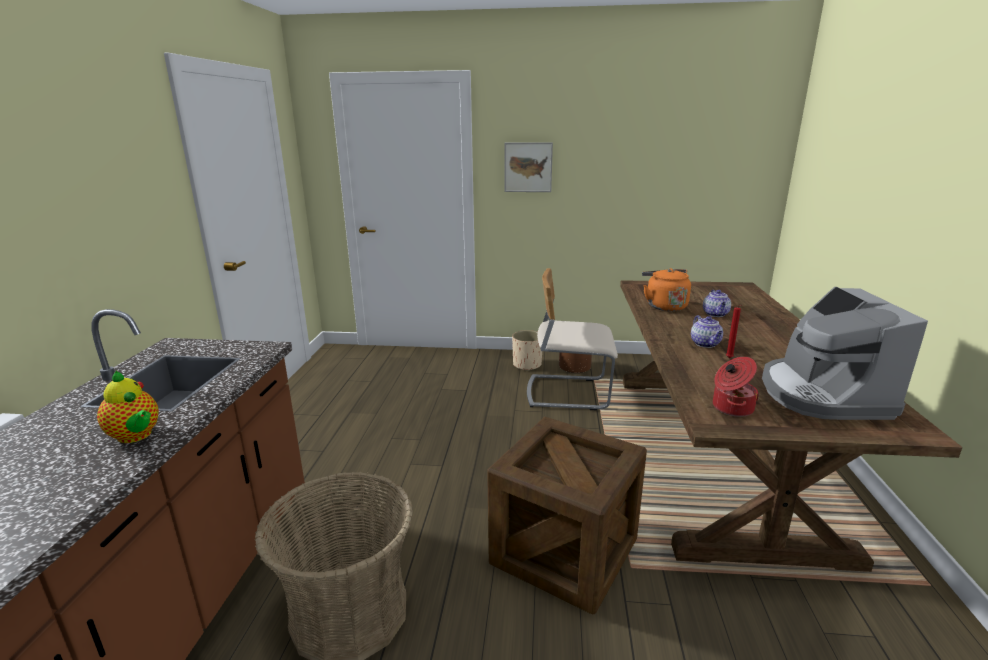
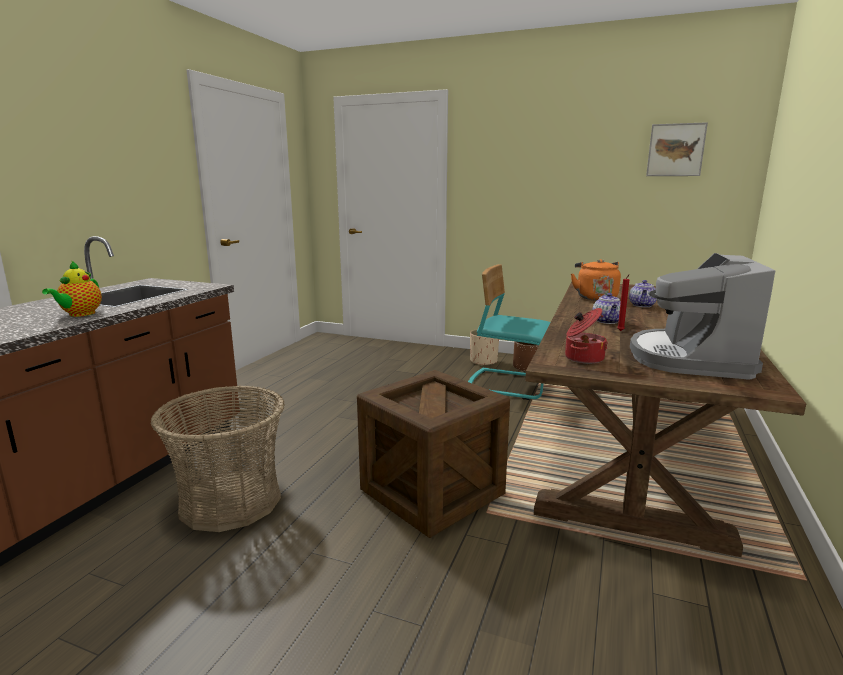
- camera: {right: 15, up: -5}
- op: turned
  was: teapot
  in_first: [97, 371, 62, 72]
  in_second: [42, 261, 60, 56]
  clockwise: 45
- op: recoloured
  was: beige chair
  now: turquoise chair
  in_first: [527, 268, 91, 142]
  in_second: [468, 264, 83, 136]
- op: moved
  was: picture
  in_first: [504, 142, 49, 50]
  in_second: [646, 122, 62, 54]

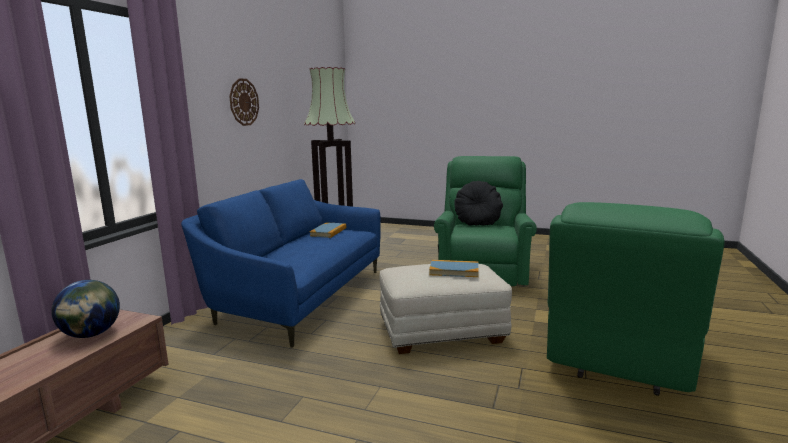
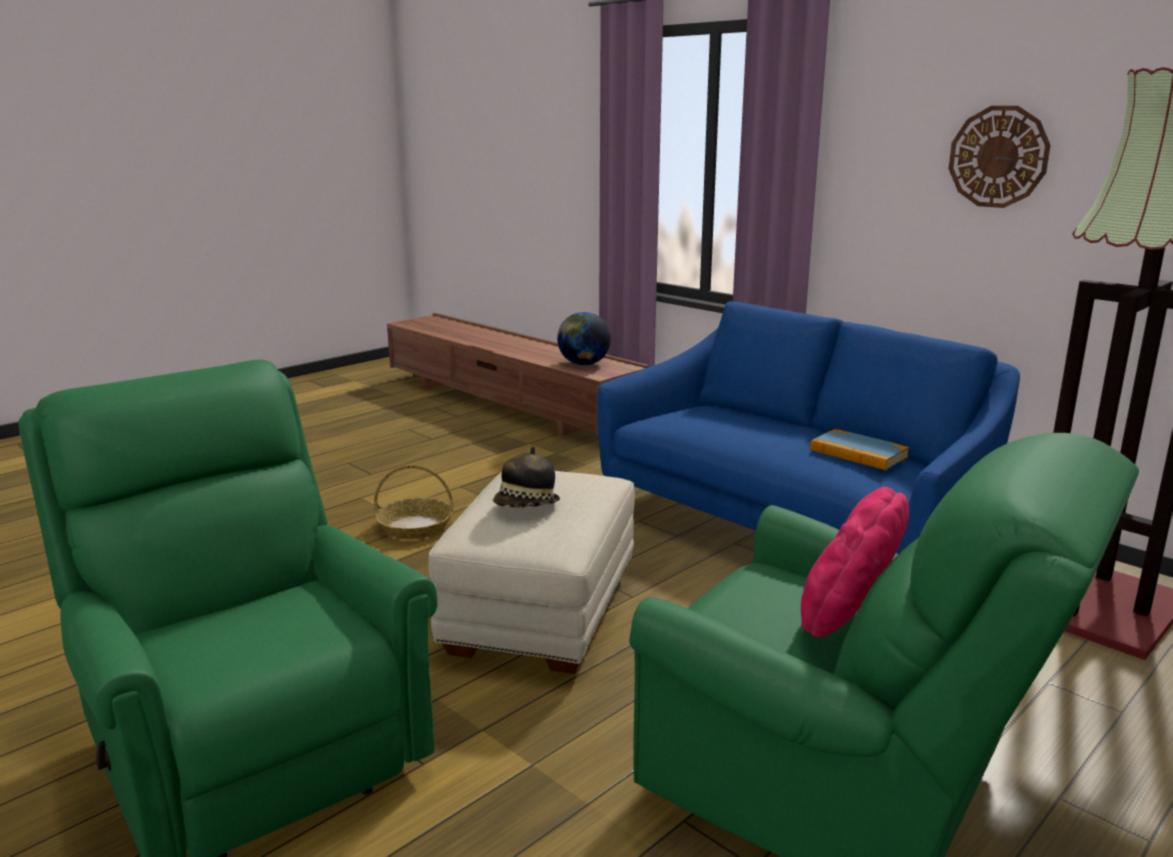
- camera: {right: 115, up: 5}
- op: added
  now: basket
  in_second: [374, 465, 79, 74]
- op: replaced
  was: book
  now: hat
  in_first: [429, 260, 50, 17]
  in_second: [493, 446, 67, 62]
- op: recoloured
  was: black pillow
  now: pink pillow
  in_first: [454, 181, 49, 44]
  in_second: [801, 487, 108, 150]

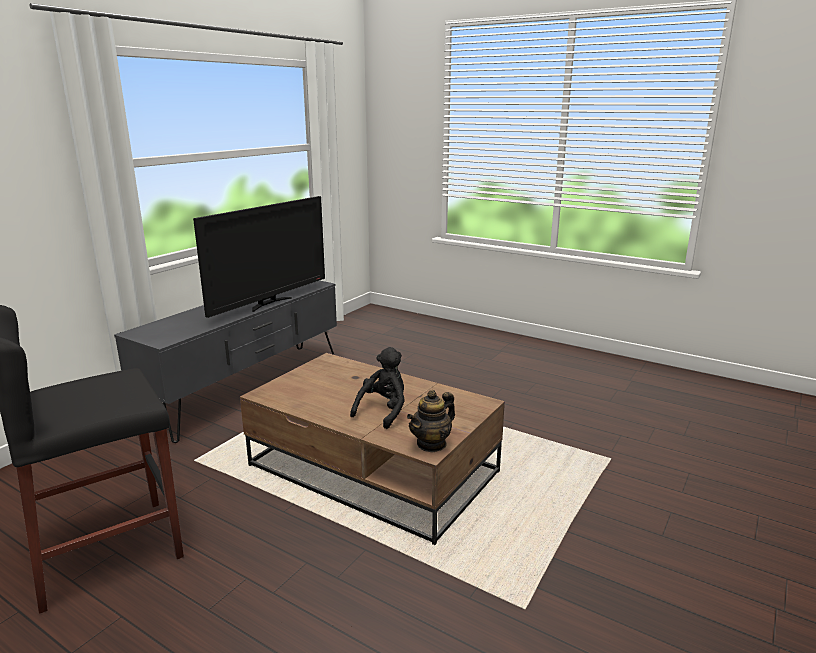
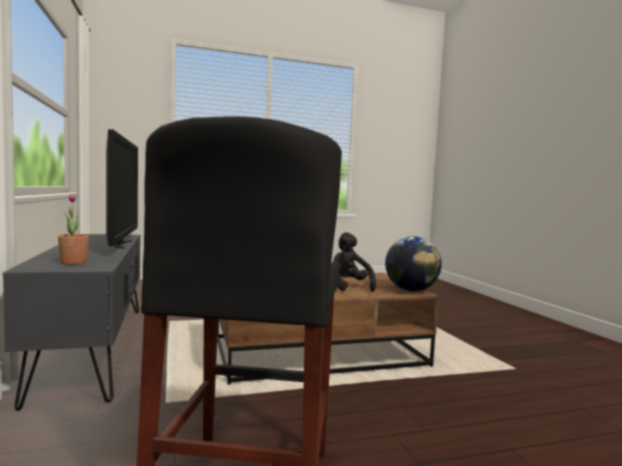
- camera: {right: -50, up: -15}
- op: added
  now: potted plant
  in_second: [58, 194, 31, 71]
- op: replaced
  was: teapot
  now: globe
  in_first: [407, 390, 48, 62]
  in_second: [385, 236, 57, 55]

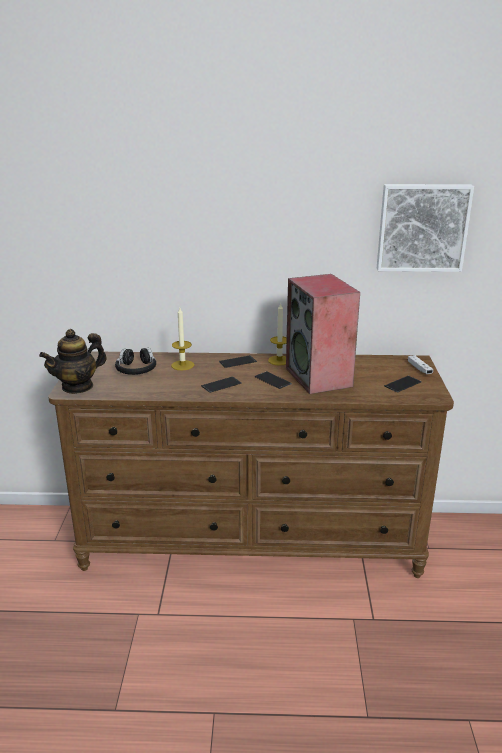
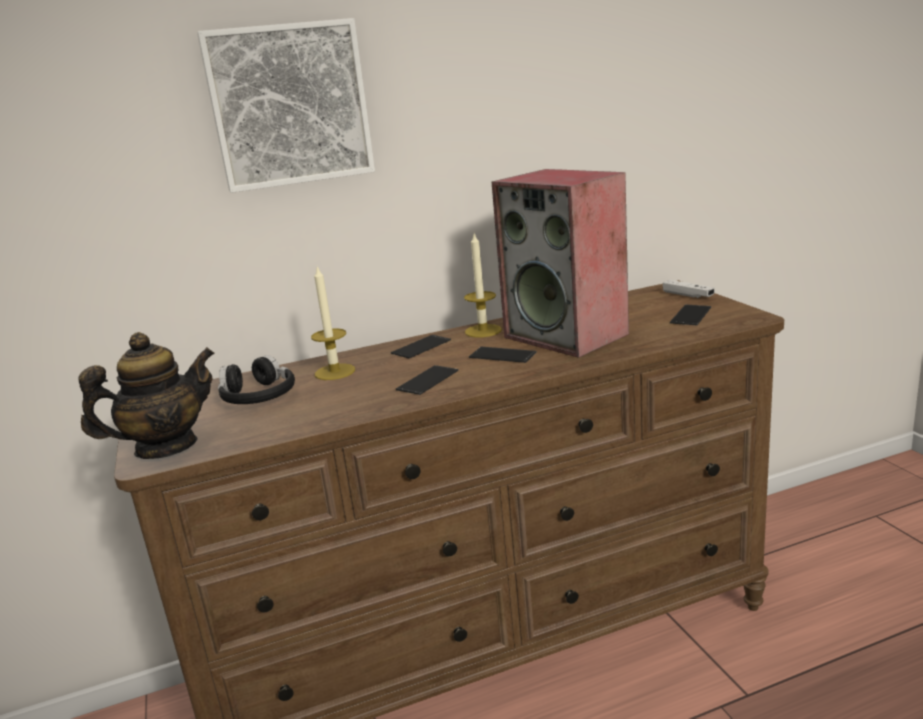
- camera: {right: -20, up: -5}
- op: turned
  was: teapot
  in_first: [39, 329, 68, 65]
  in_second: [78, 332, 137, 127]
  clockwise: -150
- op: moved
  was: picture
  in_first: [377, 184, 97, 88]
  in_second: [197, 18, 178, 175]

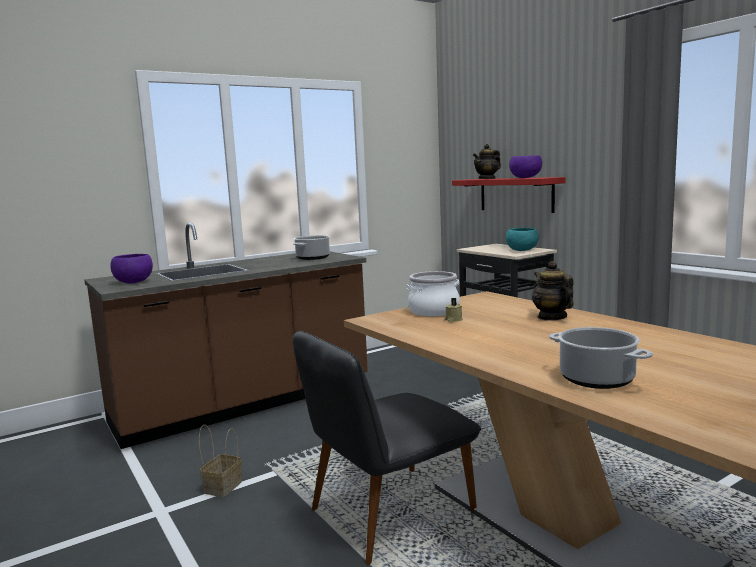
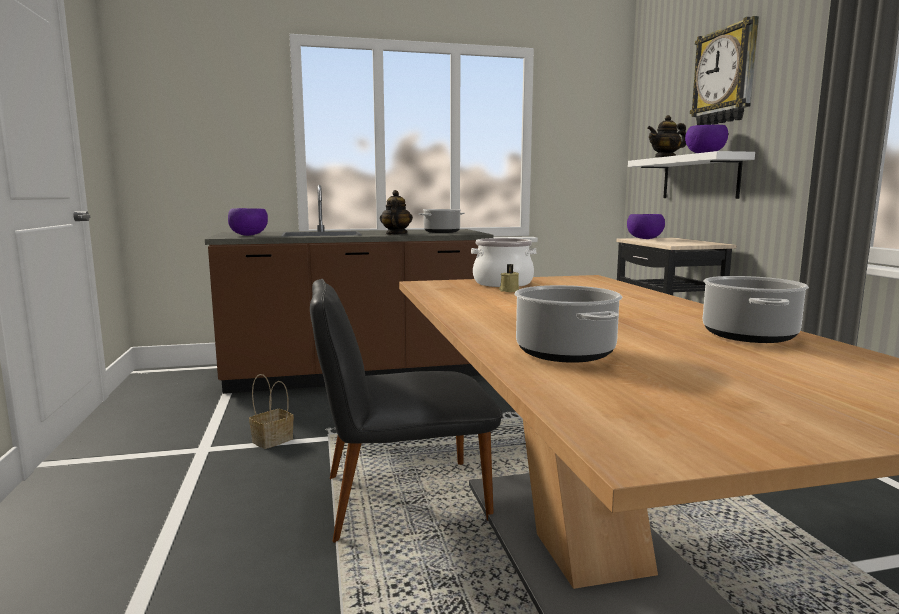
- camera: {right: 20, up: 0}
- op: moved
  was: teapot
  in_first: [532, 261, 41, 59]
  in_second: [380, 190, 33, 45]
- op: added
  now: purple bowl
  in_second: [627, 214, 38, 25]
- op: recoloured
  was: red shelf
  now: white shelf
  in_first: [452, 177, 114, 36]
  in_second: [628, 151, 127, 48]
- op: added
  now: wall clock
  in_second: [690, 16, 69, 109]
- op: added
  now: cooking pot
  in_second: [703, 276, 106, 67]
- op: removed
  was: turquoise bowl
  in_first: [506, 228, 33, 23]

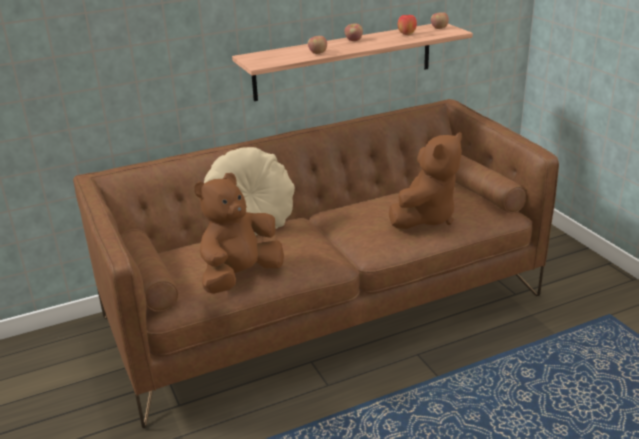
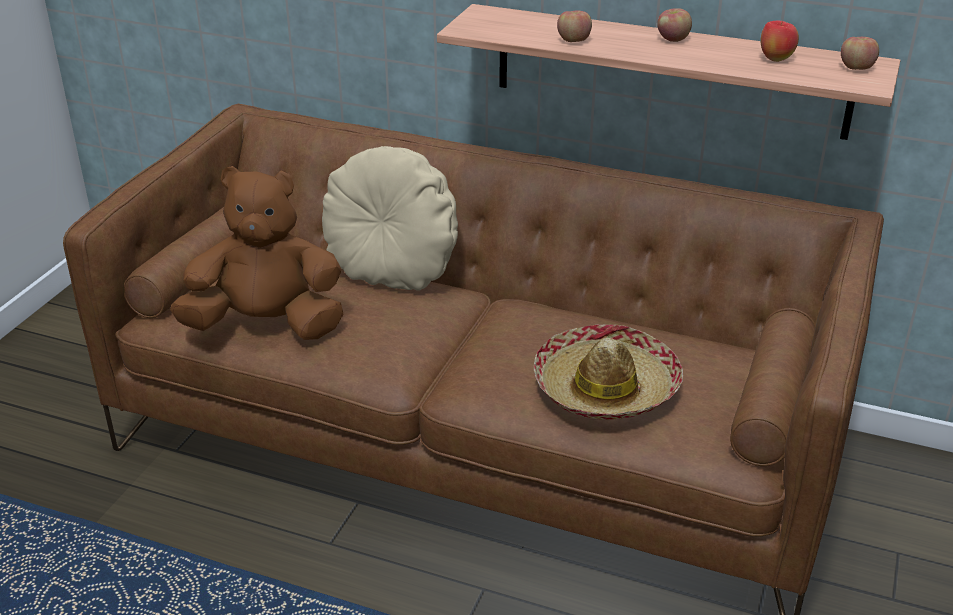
- camera: {right: 45, up: 5}
- op: replaced
  was: brown plush toy
  now: hat
  in_first: [389, 132, 73, 97]
  in_second: [534, 324, 149, 96]

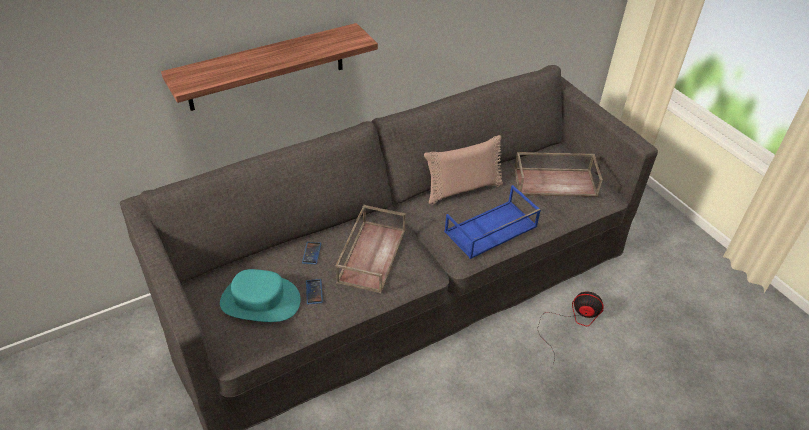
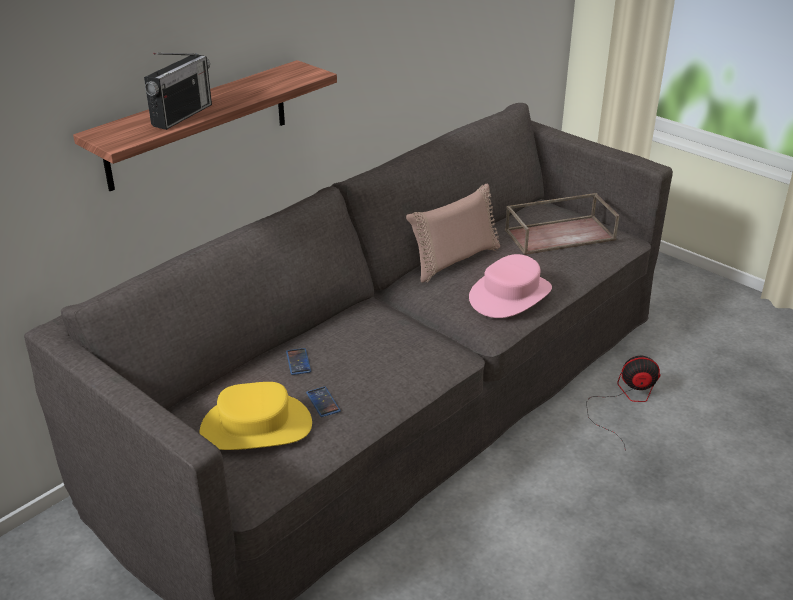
- camera: {right: -15, up: -10}
- op: added
  now: radio
  in_second: [144, 53, 68, 77]
- op: recoloured
  was: turquoise hat
  now: yellow hat
  in_first: [220, 269, 81, 53]
  in_second: [200, 382, 112, 68]
- op: replaced
  was: blue tray
  now: pink hat
  in_first: [444, 185, 97, 74]
  in_second: [469, 254, 83, 64]
- op: removed
  was: brown tray
  in_first: [335, 205, 71, 88]

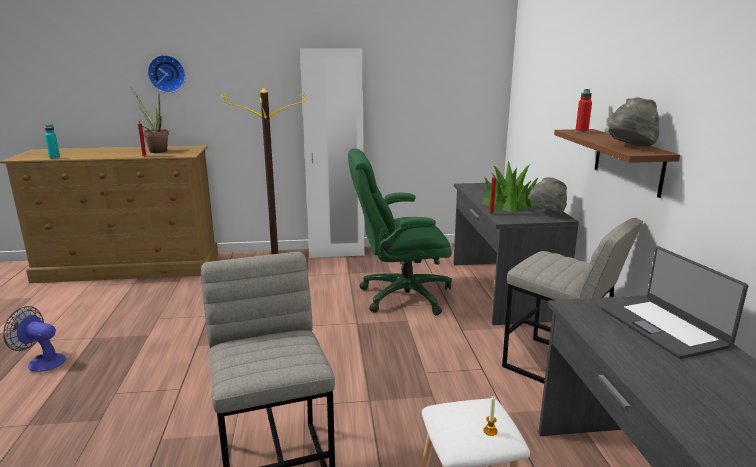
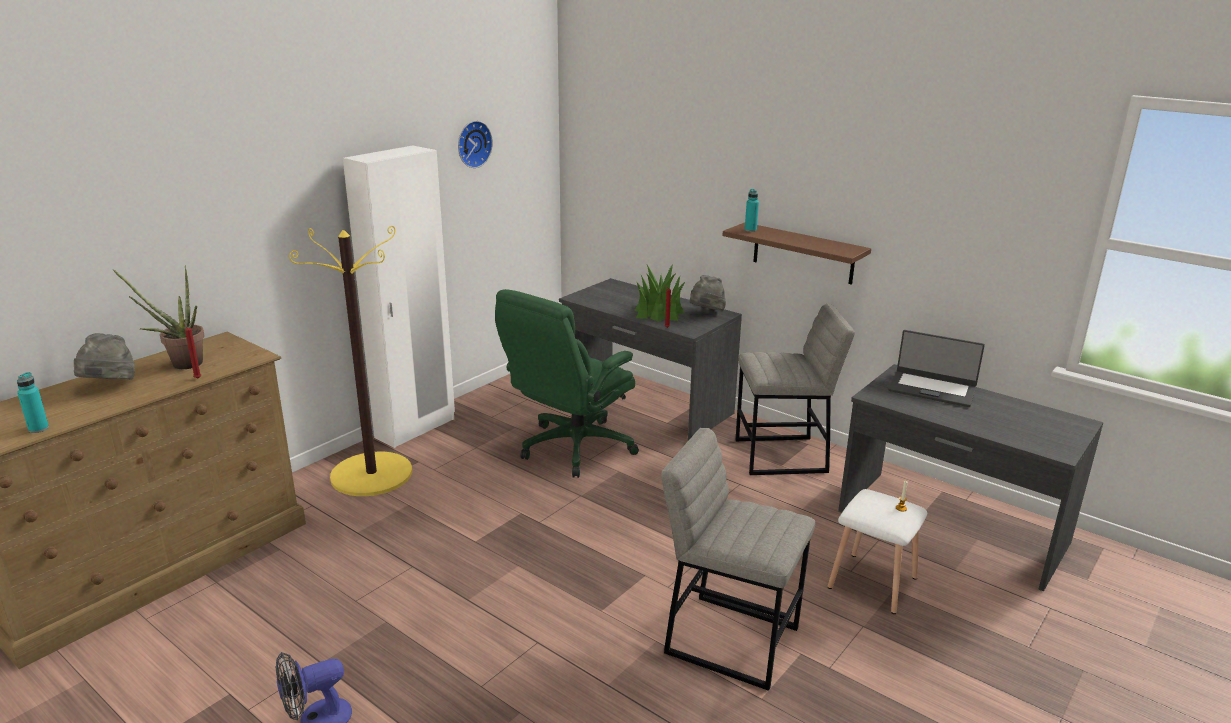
- camera: {right: -45, up: 5}
- op: moved
  was: grey hat
  in_first: [608, 97, 52, 49]
  in_second: [74, 333, 61, 47]
- op: moved
  was: wall clock
  in_first: [148, 55, 38, 38]
  in_second: [458, 121, 35, 47]
- op: recoloured
  was: red bottle
  now: turquoise bottle
  in_first: [575, 89, 17, 44]
  in_second: [745, 189, 14, 43]

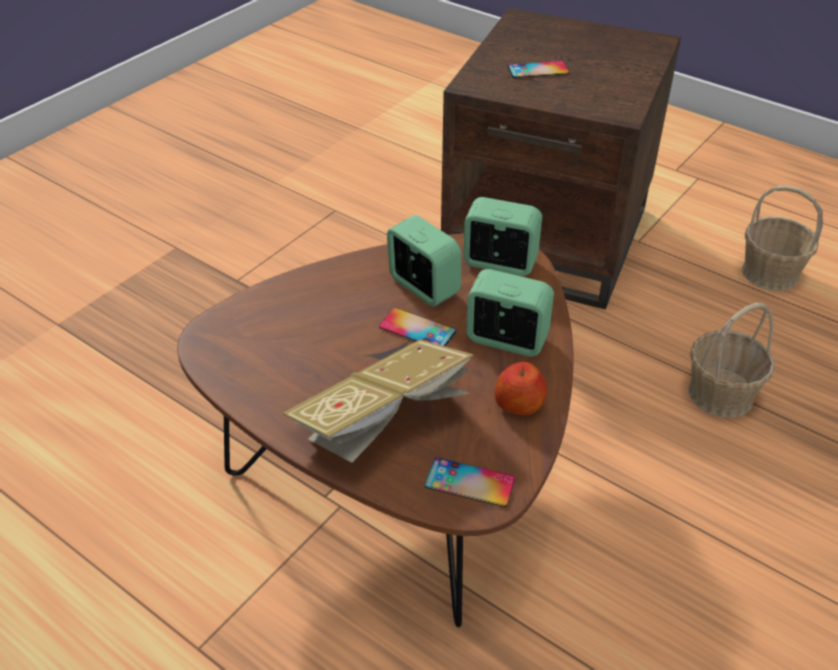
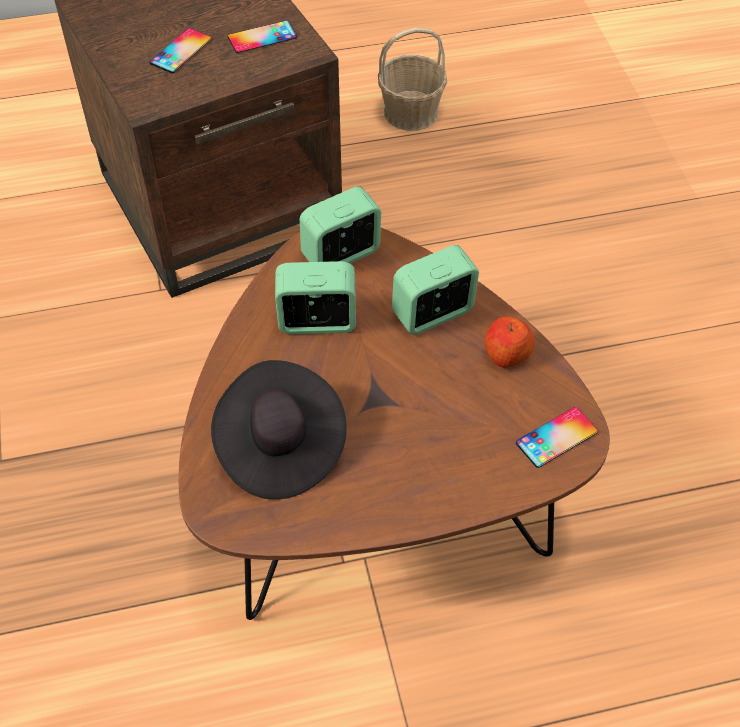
- camera: {right: -50, up: 10}
- op: added
  now: black hat
  in_second: [211, 360, 136, 140]
- op: moved
  was: phone
  in_first: [379, 308, 77, 38]
  in_second: [228, 20, 69, 33]
- op: removed
  was: book
  in_first: [283, 339, 191, 124]
- op: removed
  was: basket
  in_first: [688, 303, 87, 115]

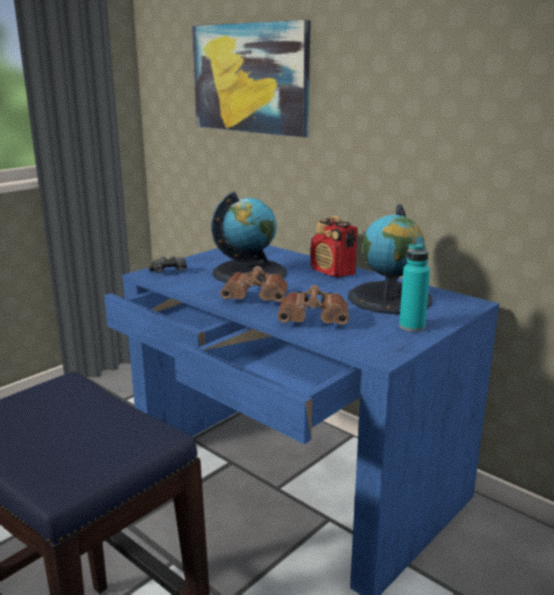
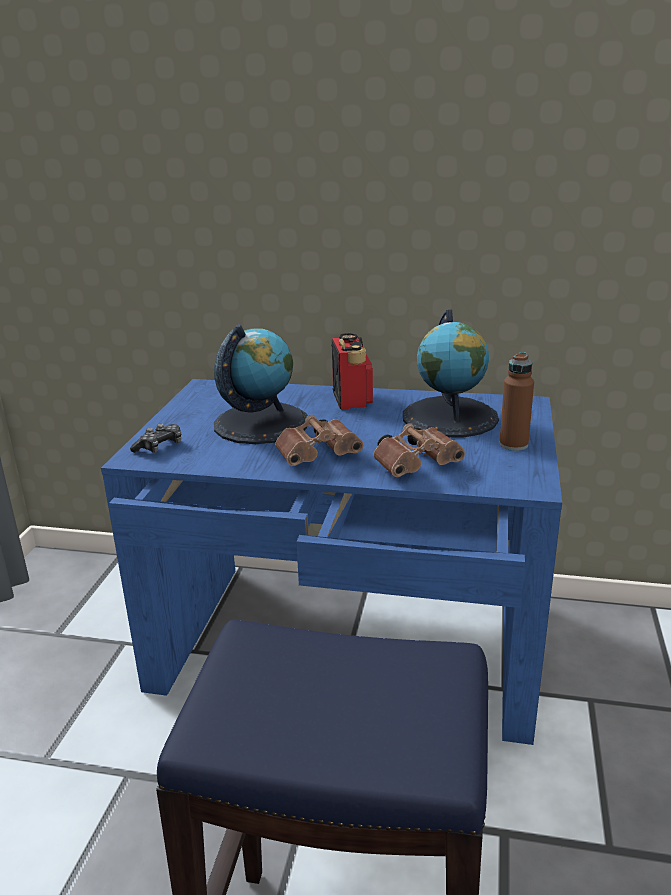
- camera: {right: -30, up: 5}
- op: turned
  was: radio
  in_first: [311, 215, 47, 63]
  in_second: [331, 333, 42, 77]
  clockwise: -120
- op: recoloured
  was: turquoise bottle
  now: brown bottle
  in_first: [399, 243, 31, 89]
  in_second: [499, 352, 35, 99]
- op: removed
  was: picture
  in_first: [192, 20, 119, 117]

